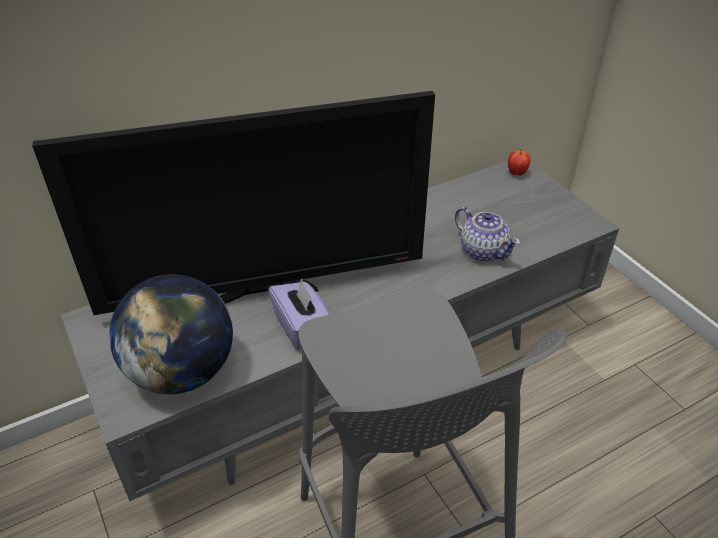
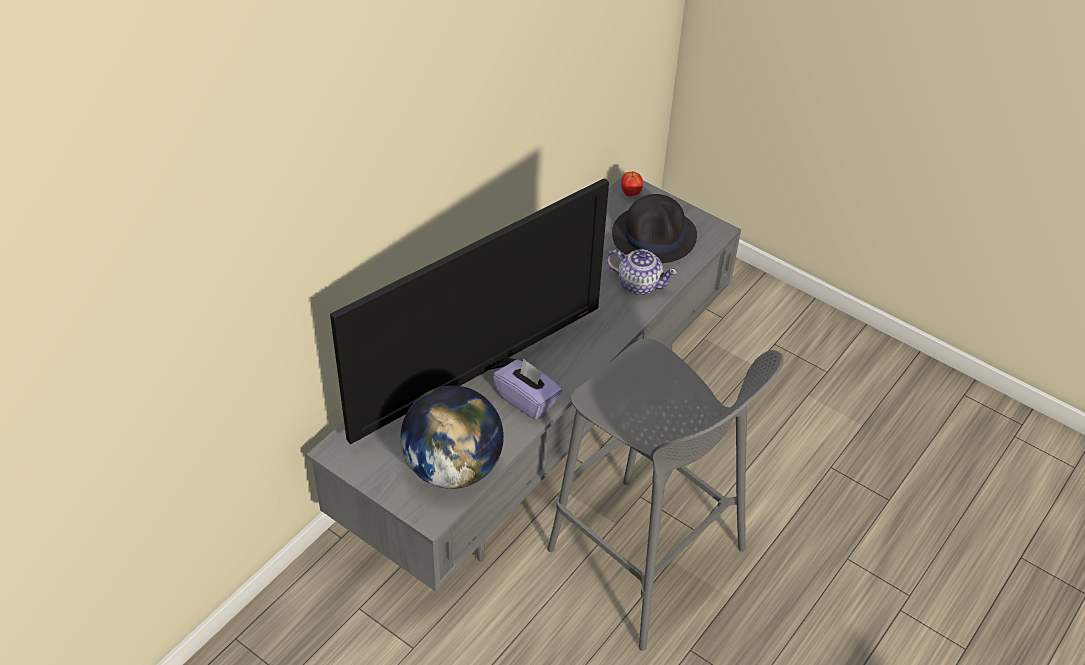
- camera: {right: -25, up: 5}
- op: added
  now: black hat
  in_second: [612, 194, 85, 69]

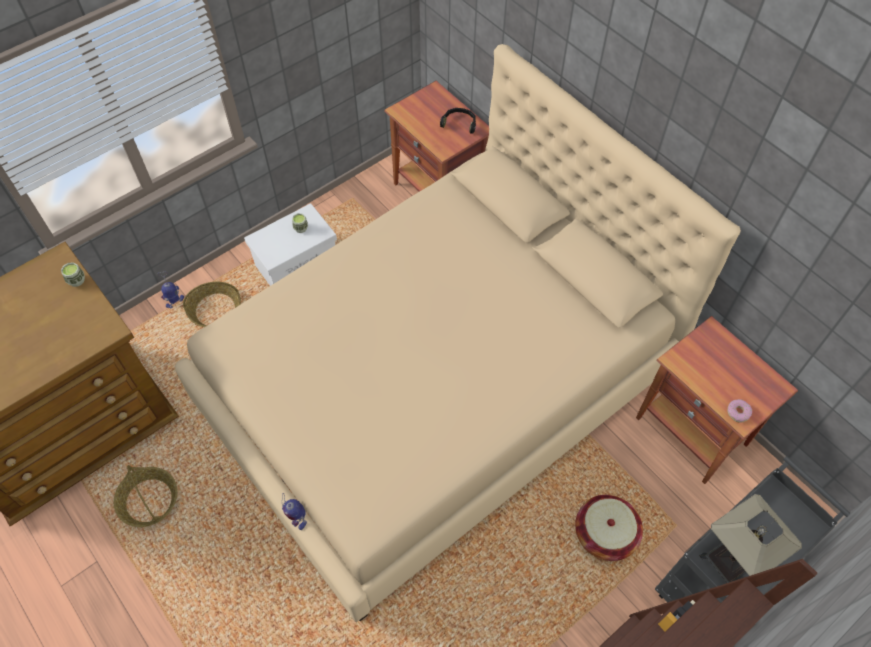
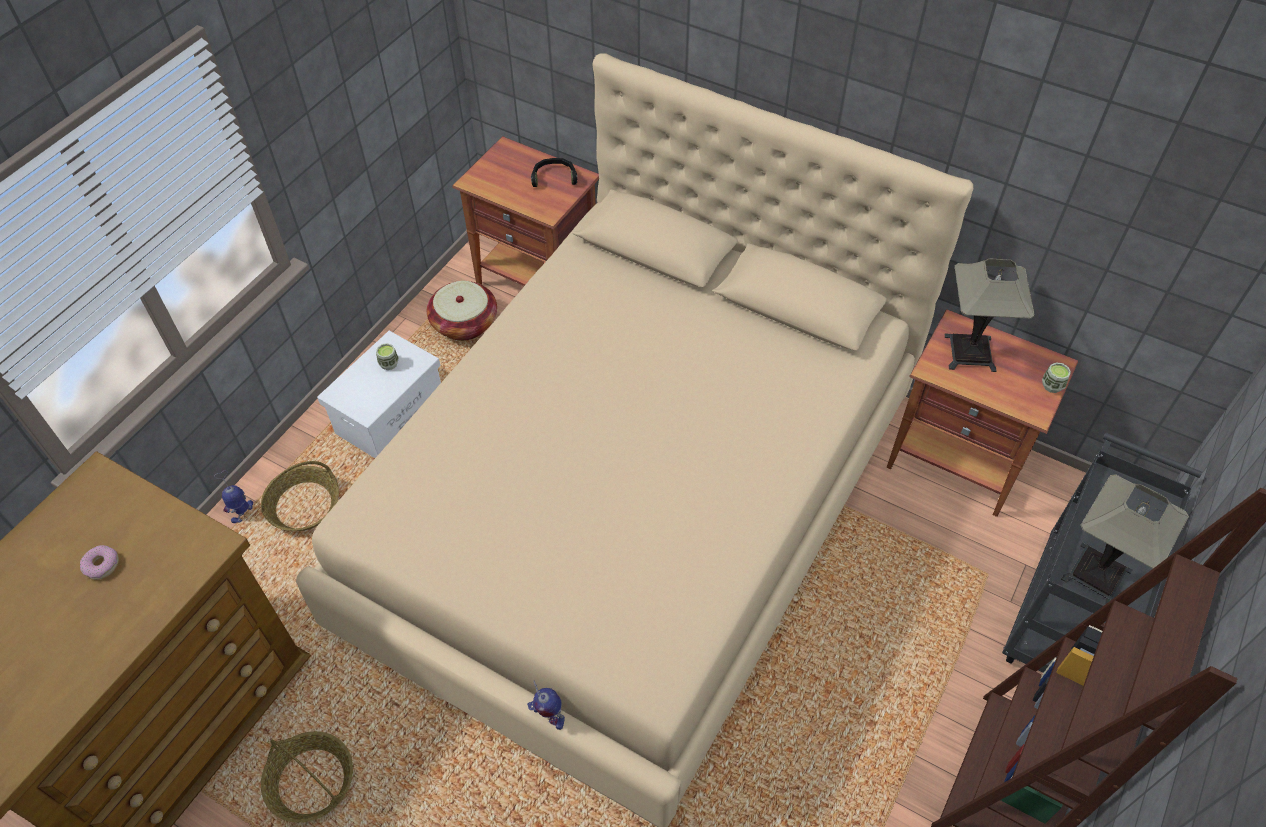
- camera: {right: -20, up: -5}
- op: moved
  was: donut
  in_first: [727, 399, 25, 24]
  in_second: [80, 545, 39, 35]
- op: moved
  was: basket
  in_first: [575, 495, 68, 66]
  in_second: [427, 281, 70, 60]
- op: added
  now: table lamp
  in_second: [944, 258, 91, 114]
- op: moved
  was: cup
  in_first: [61, 262, 24, 25]
  in_second: [1042, 362, 29, 31]

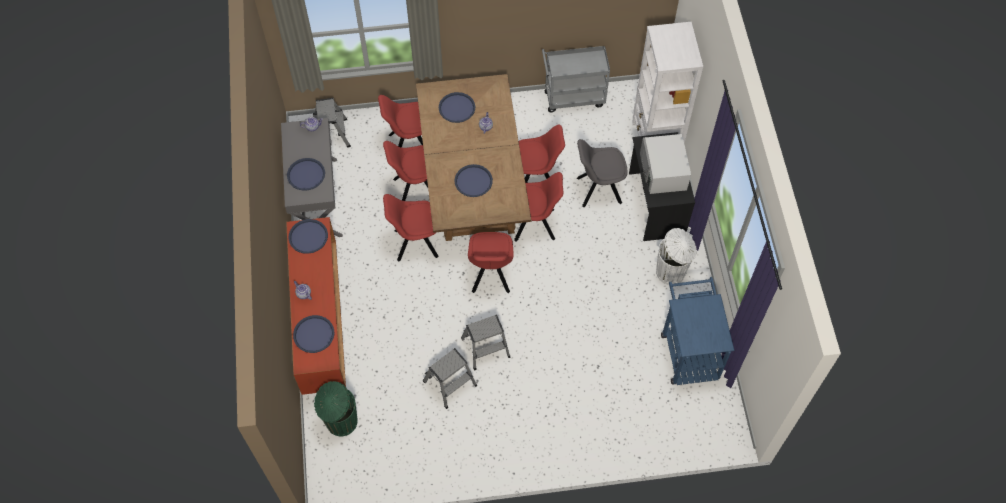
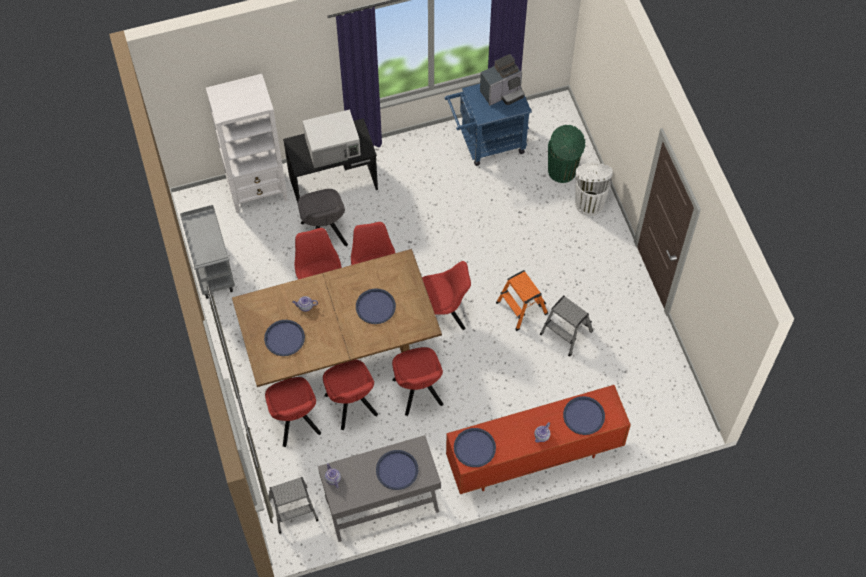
- camera: {right: -100, up: 0}
- op: added
  now: coffee machine
  in_second: [480, 54, 44, 52]
- op: recoloured
  was: grey step ladder
  now: orange step ladder
  in_first: [461, 314, 49, 56]
  in_second: [496, 270, 52, 61]
- op: moved
  was: green trash can
  in_first: [314, 381, 43, 56]
  in_second: [548, 125, 37, 58]
- op: moved
  was: white trash can
  in_first: [656, 228, 41, 57]
  in_second: [575, 163, 38, 53]

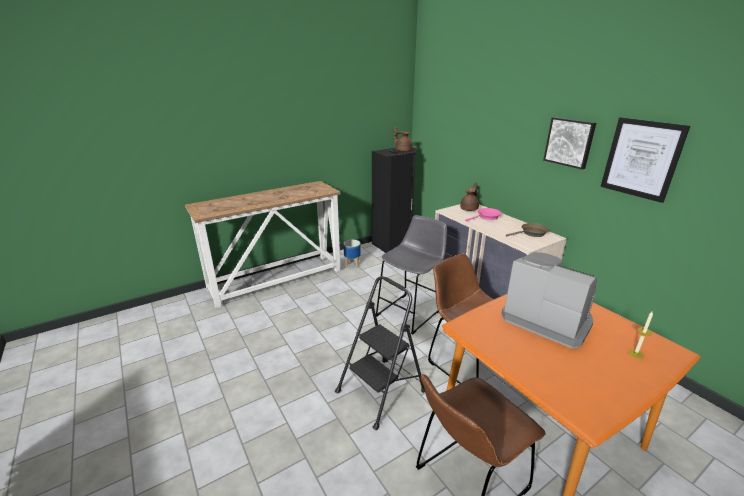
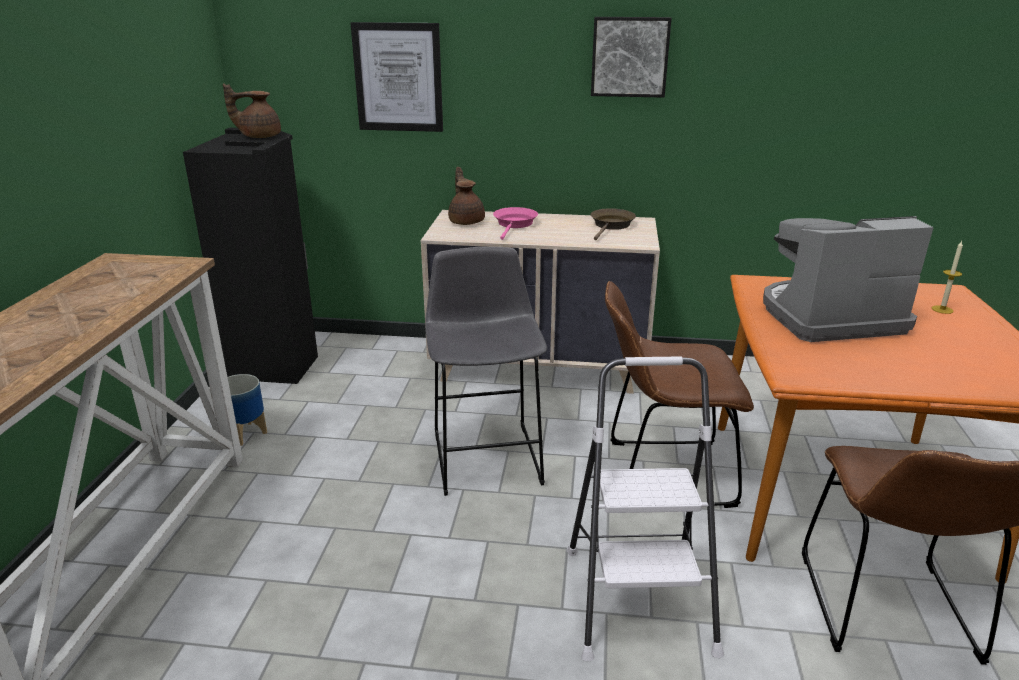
- camera: {right: -50, up: 0}
- op: moved
  was: picture
  in_first: [601, 117, 89, 86]
  in_second: [351, 22, 92, 110]
- op: recoloured
  was: black step ladder
  now: white step ladder
  in_first: [335, 276, 90, 154]
  in_second: [566, 356, 158, 305]

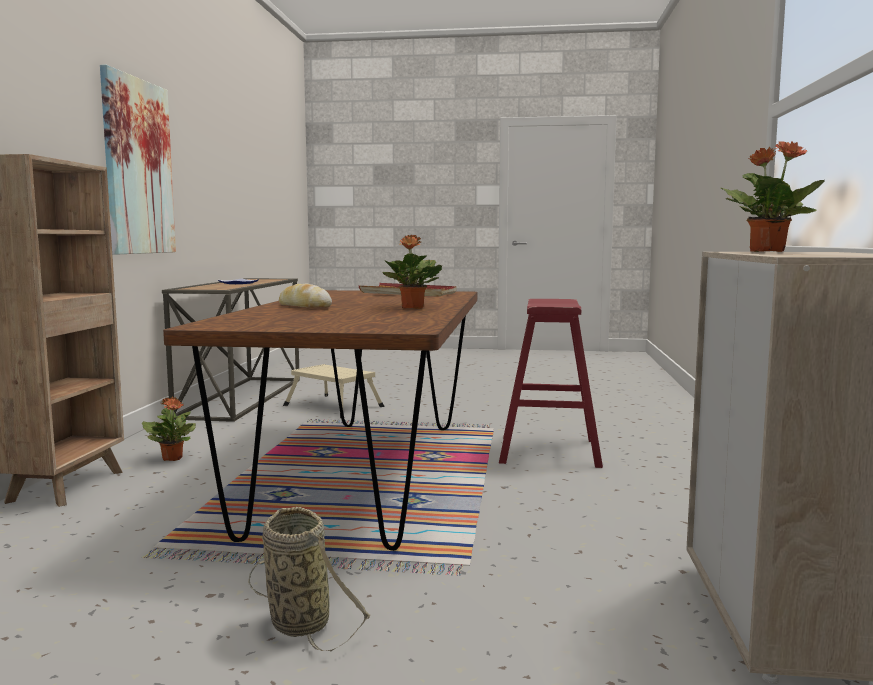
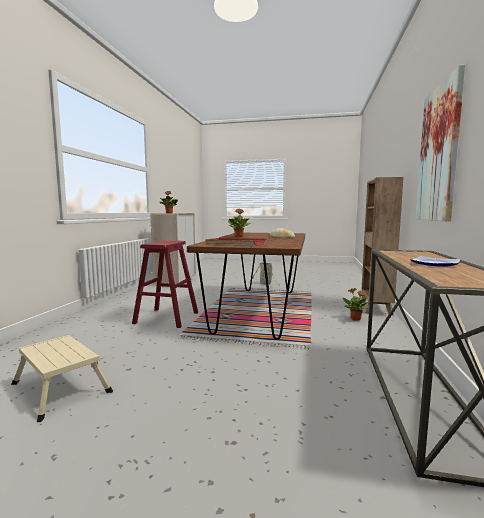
- camera: {right: -175, up: 0}
- op: moved
  was: beige step ladder
  in_first: [283, 364, 102, 54]
  in_second: [11, 335, 102, 87]

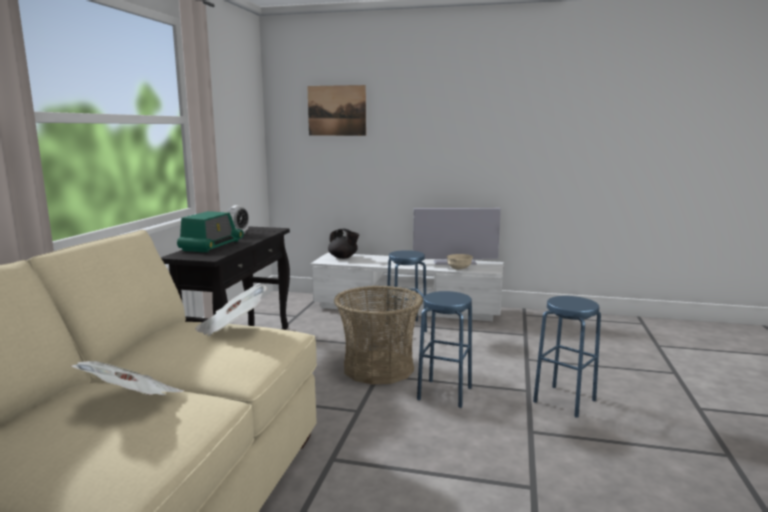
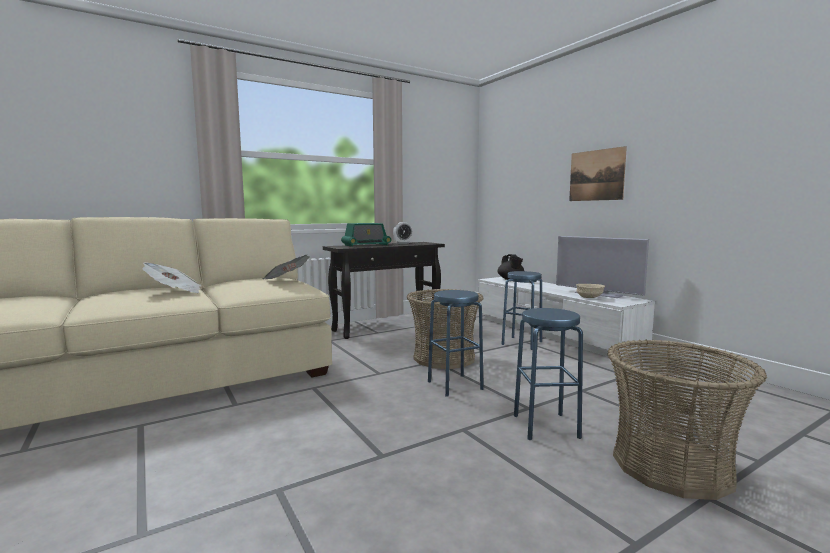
- camera: {right: 45, up: -5}
- op: moved
  was: picture
  in_first: [307, 85, 59, 51]
  in_second: [569, 146, 58, 55]
- op: added
  now: basket
  in_second: [608, 340, 159, 160]

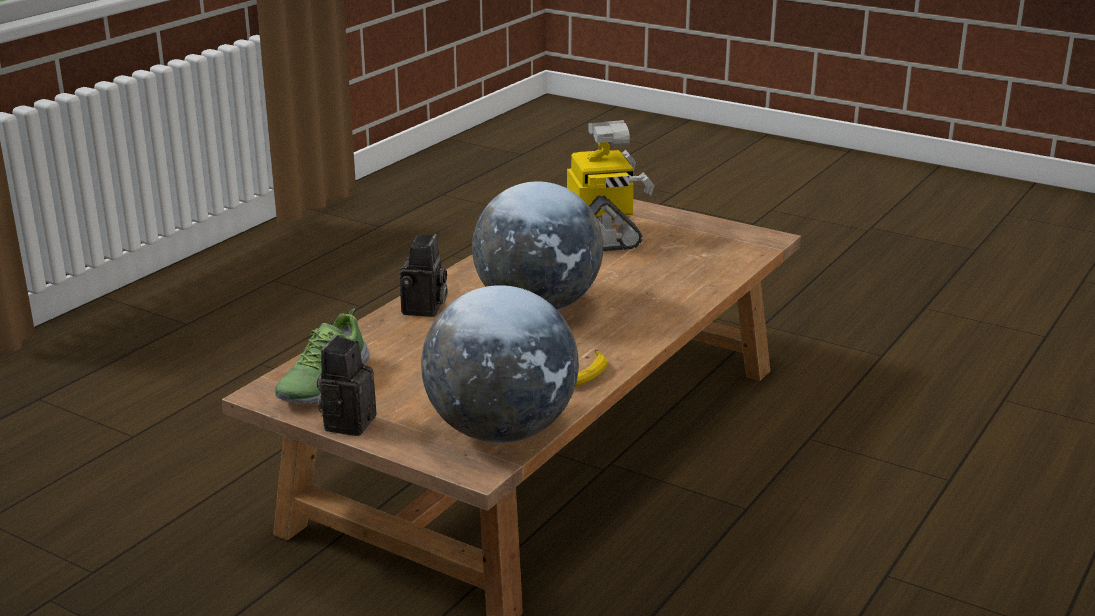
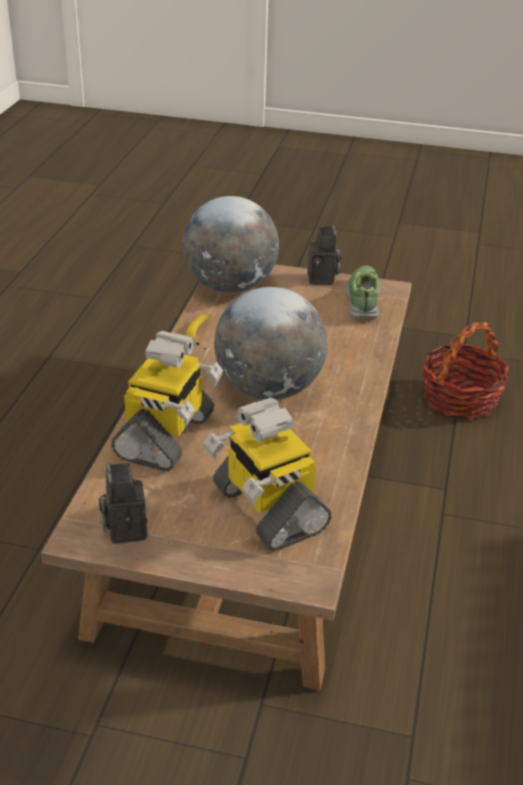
- camera: {right: 160, up: 10}
- op: moved
  was: photo camera
  in_first: [400, 234, 48, 83]
  in_second: [99, 462, 48, 82]
- op: added
  now: toy robot
  in_second: [111, 331, 112, 141]
- op: added
  now: basket
  in_second: [423, 322, 85, 98]

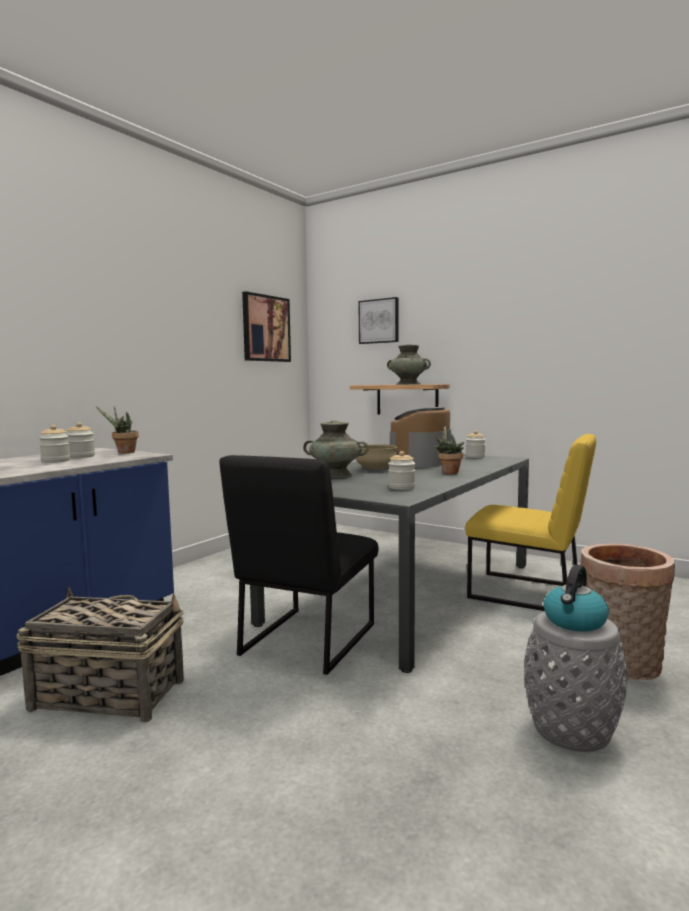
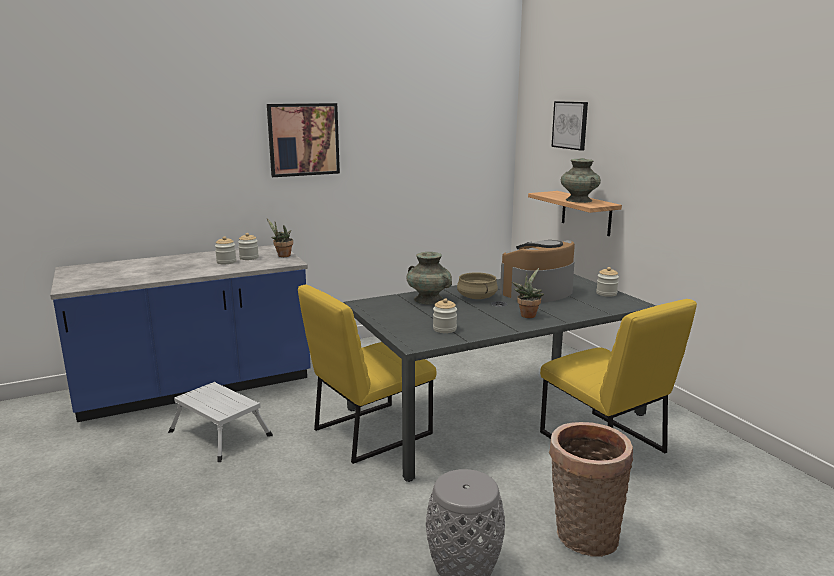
- camera: {right: 30, up: 10}
- op: replaced
  was: basket
  now: white step ladder
  in_first: [16, 588, 168, 134]
  in_second: [168, 382, 105, 80]
- op: moved
  was: picture
  in_first: [242, 291, 49, 71]
  in_second: [267, 103, 73, 74]
- op: recoloured
  was: black chair
  now: yellow chair
  in_first: [219, 455, 159, 220]
  in_second: [298, 284, 138, 180]
- op: removed
  was: kettle
  in_first: [543, 565, 66, 67]

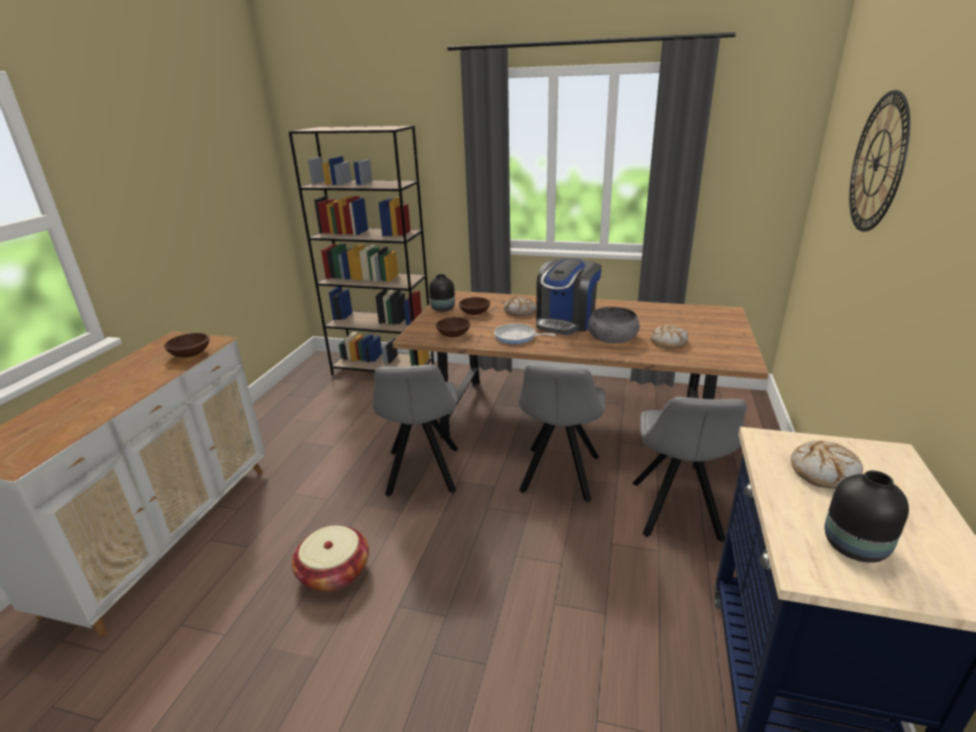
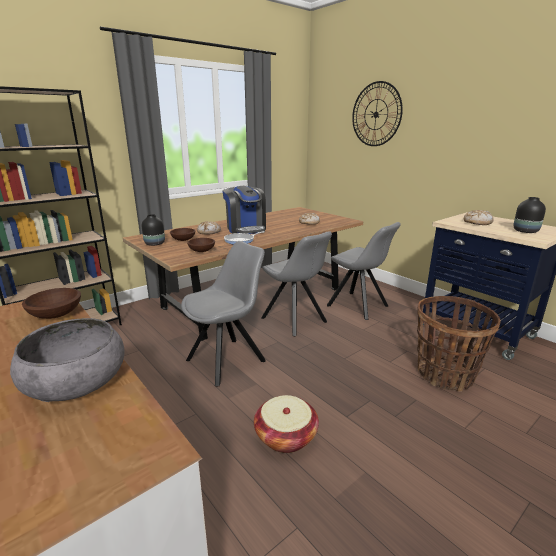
- camera: {right: -55, up: -5}
- op: moved
  was: grey bowl
  in_first: [588, 307, 52, 36]
  in_second: [10, 318, 115, 84]
- op: turned
  was: grey chair
  in_first: [372, 364, 86, 133]
  in_second: [181, 241, 85, 146]
  clockwise: -75
- op: added
  now: basket
  in_second: [417, 296, 84, 96]

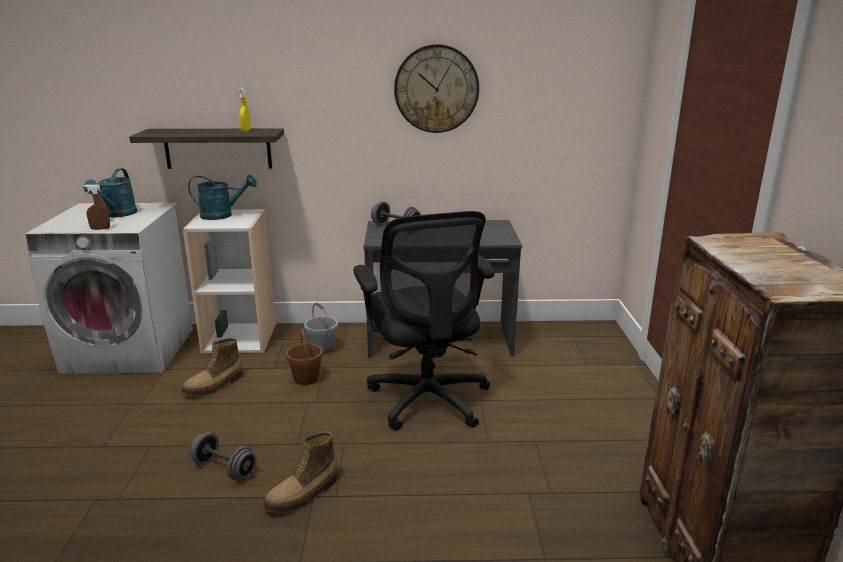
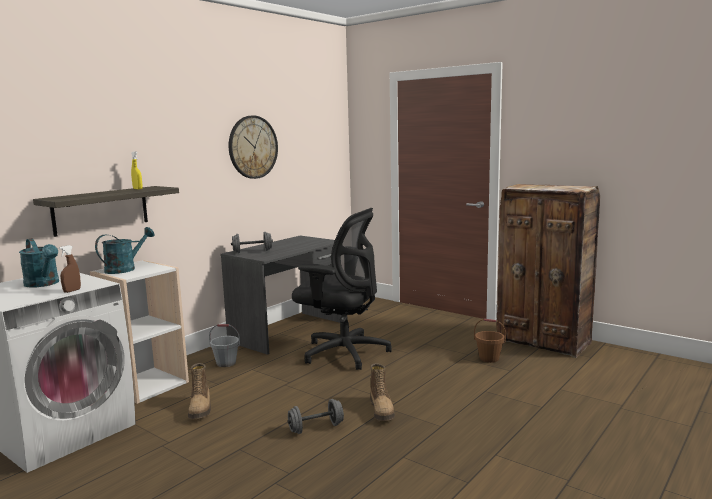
- camera: {right: -50, up: -10}
- op: moved
  was: brown bucket
  in_first: [286, 329, 37, 56]
  in_second: [474, 319, 32, 44]

